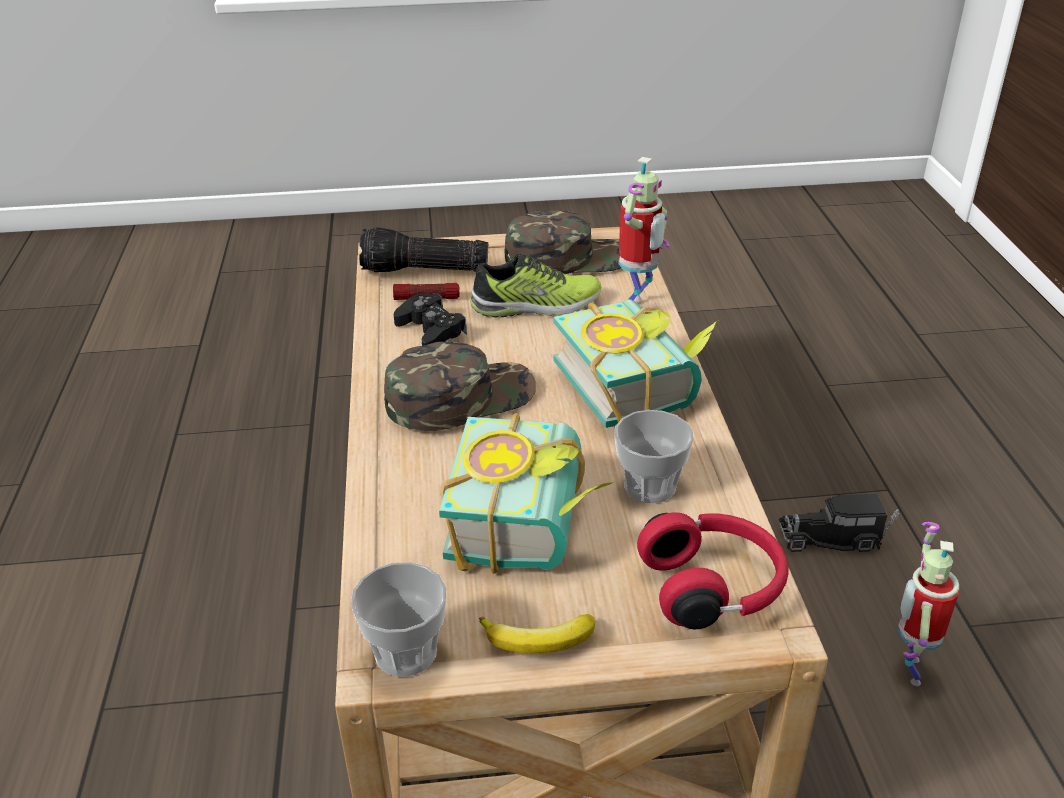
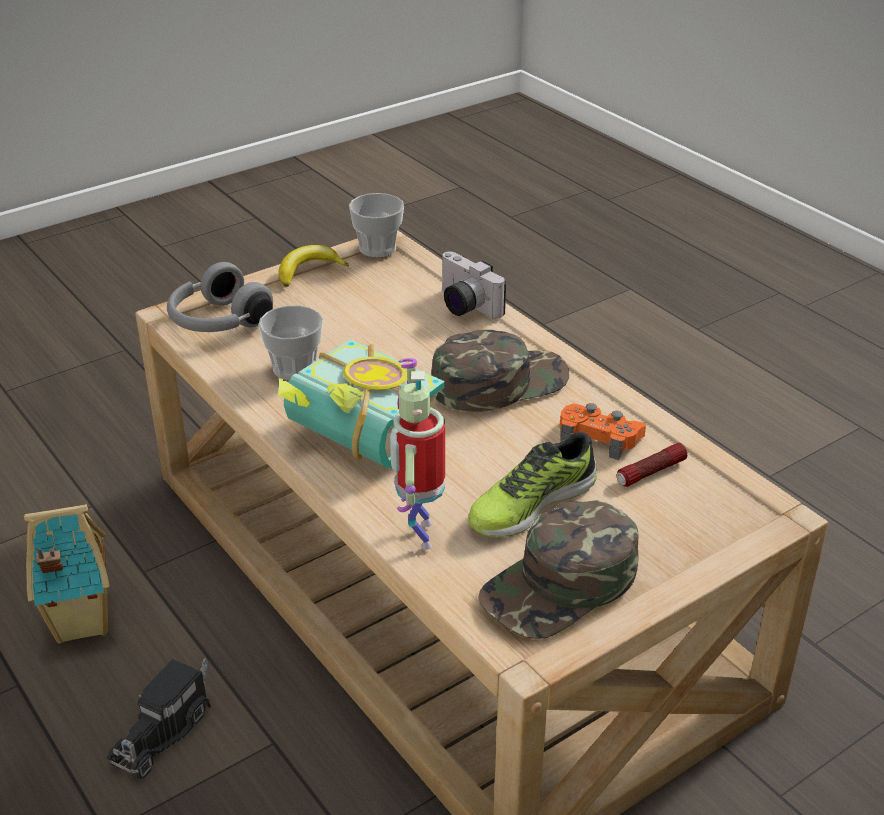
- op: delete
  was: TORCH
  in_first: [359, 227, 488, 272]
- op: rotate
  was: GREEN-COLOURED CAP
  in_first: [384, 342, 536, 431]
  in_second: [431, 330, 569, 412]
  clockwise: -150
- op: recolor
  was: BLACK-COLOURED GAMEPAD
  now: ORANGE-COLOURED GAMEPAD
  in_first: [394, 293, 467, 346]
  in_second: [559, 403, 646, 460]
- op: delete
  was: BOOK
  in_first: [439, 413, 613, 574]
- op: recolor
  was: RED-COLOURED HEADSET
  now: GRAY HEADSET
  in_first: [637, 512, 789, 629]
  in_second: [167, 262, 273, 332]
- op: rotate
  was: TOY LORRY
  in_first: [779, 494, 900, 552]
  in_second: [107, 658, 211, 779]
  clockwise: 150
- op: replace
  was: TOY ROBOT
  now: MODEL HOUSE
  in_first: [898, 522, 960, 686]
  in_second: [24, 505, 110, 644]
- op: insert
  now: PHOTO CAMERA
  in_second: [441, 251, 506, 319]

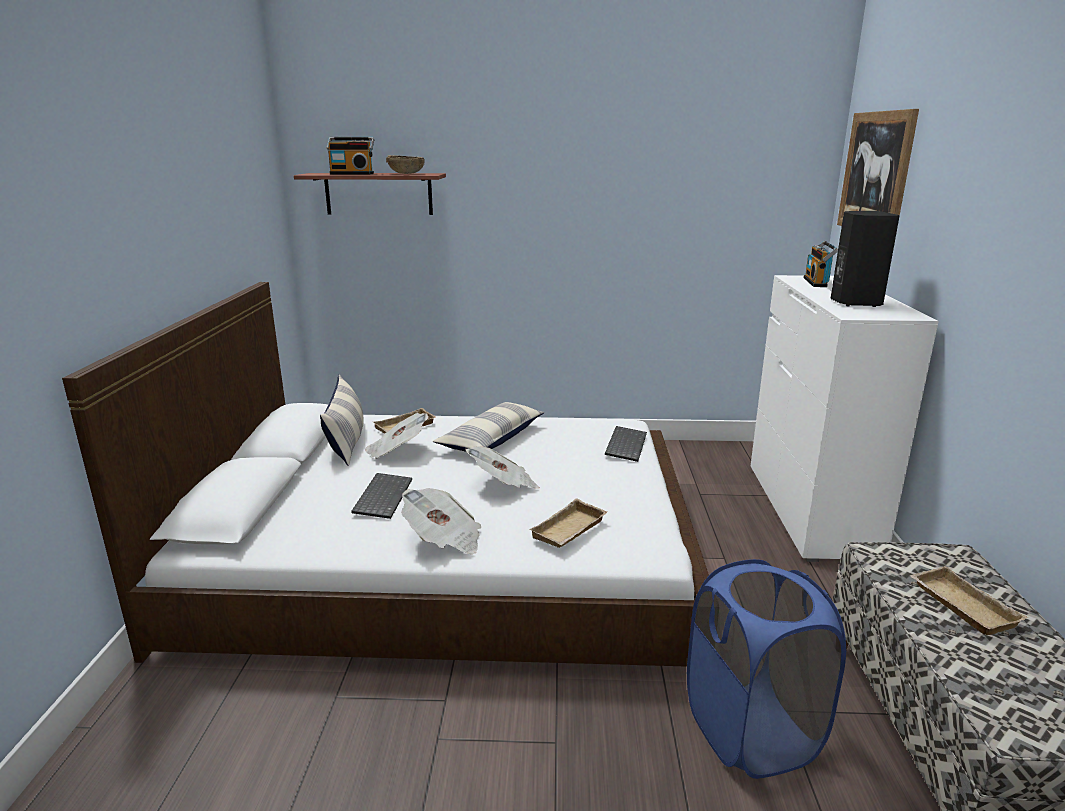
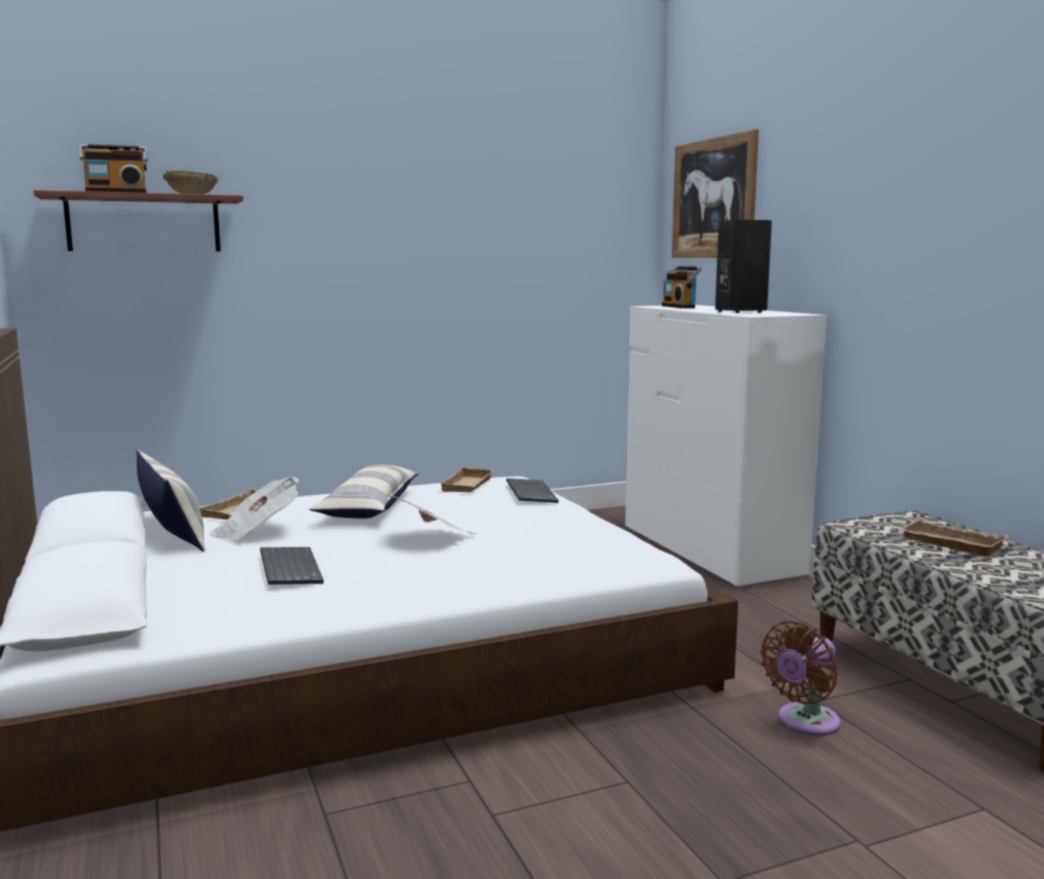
- op: delete
  was: NEWSPAPER
  in_first: [401, 488, 481, 554]
- op: move
  was: BEIGE TRAY
  in_first: [529, 498, 607, 548]
  in_second: [441, 466, 495, 492]
- op: replace
  was: BLUE WASHING BASKET
  now: BROWN COOLING FAN
  in_first: [687, 559, 846, 779]
  in_second: [761, 621, 841, 736]

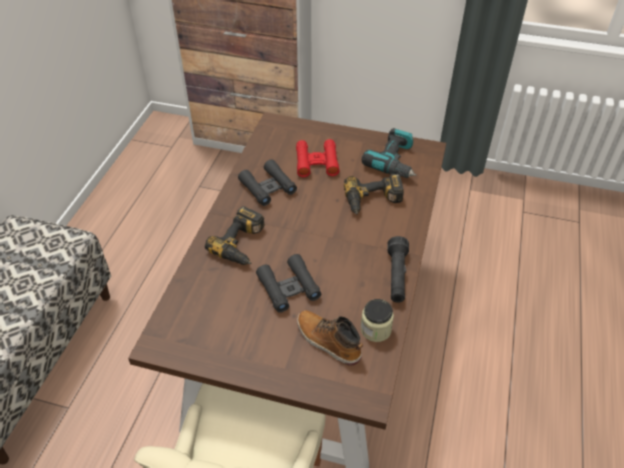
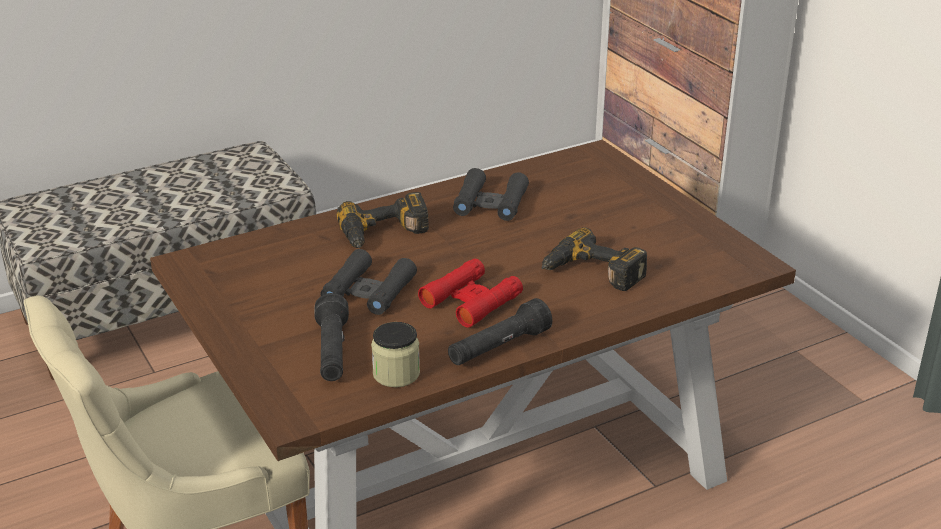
- op: move
  was: RED-COLOURED PAIR OF BINOCULARS
  in_first: [296, 139, 340, 177]
  in_second: [418, 259, 523, 328]
- op: replace
  was: TALL BOOT
  now: BLACK-COLOURED TORCH
  in_first: [297, 310, 363, 366]
  in_second: [314, 293, 349, 381]
- op: delete
  was: ELECTRIC DRILL
  in_first: [362, 128, 416, 178]

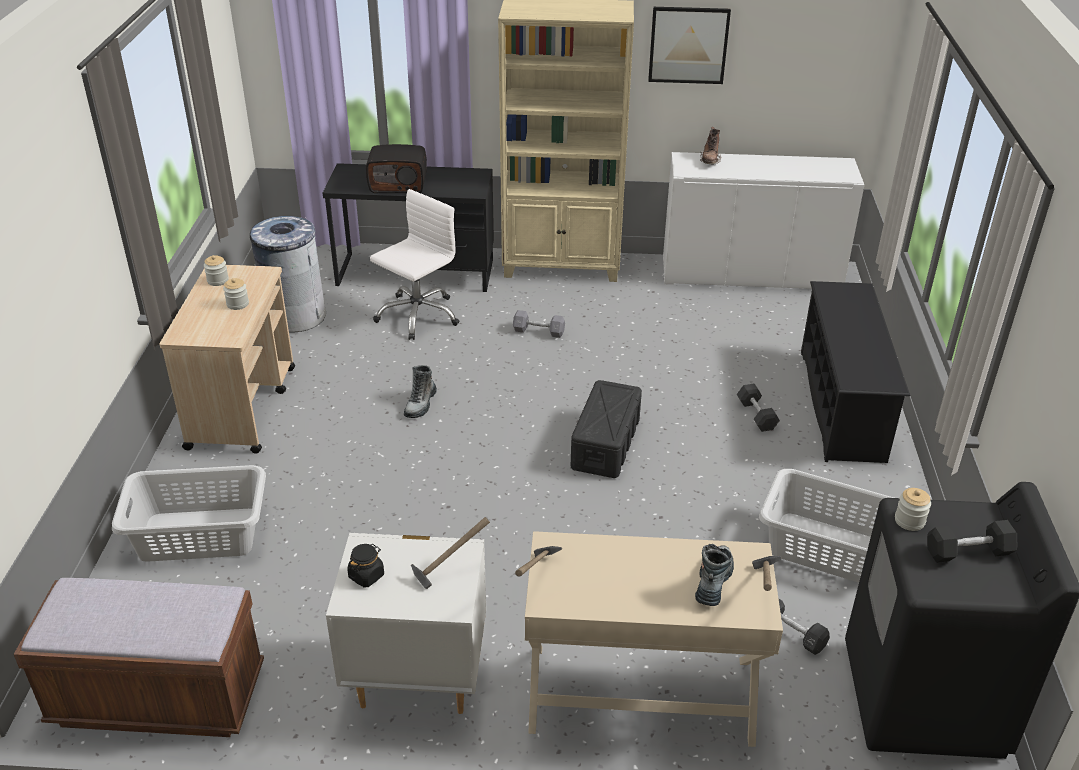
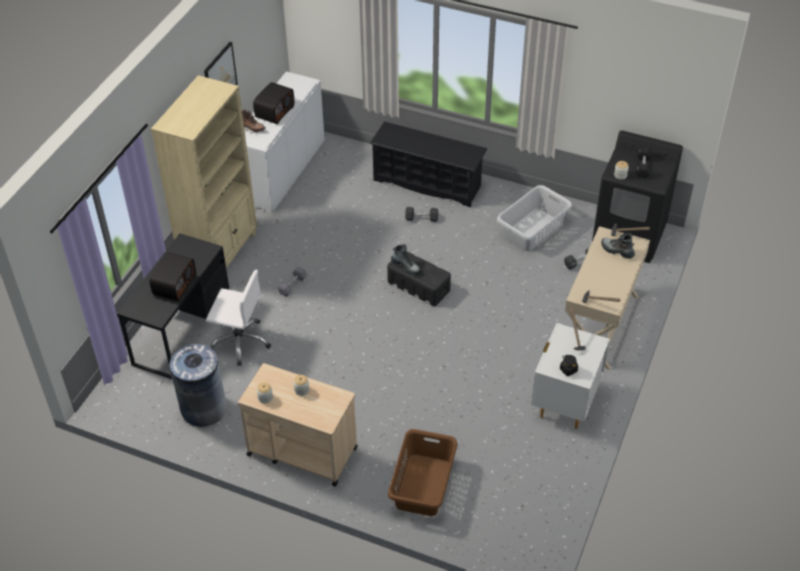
- op: delete
  was: BROWN LONG SEAT
  in_first: [14, 578, 264, 737]
- op: recolor
  was: GRAY WASHING BASKET
  now: BROWN WASHING BASKET
  in_first: [112, 465, 266, 562]
  in_second: [388, 429, 457, 516]
- op: rotate
  was: WHITE COMPUTER CHAIR
  in_first: [370, 189, 459, 340]
  in_second: [206, 270, 271, 366]
  clockwise: 135
- op: move
  was: TALL BOOT
  in_first: [404, 365, 437, 418]
  in_second: [391, 244, 421, 275]
- op: insert
  now: RADIO
  in_second: [253, 82, 294, 124]

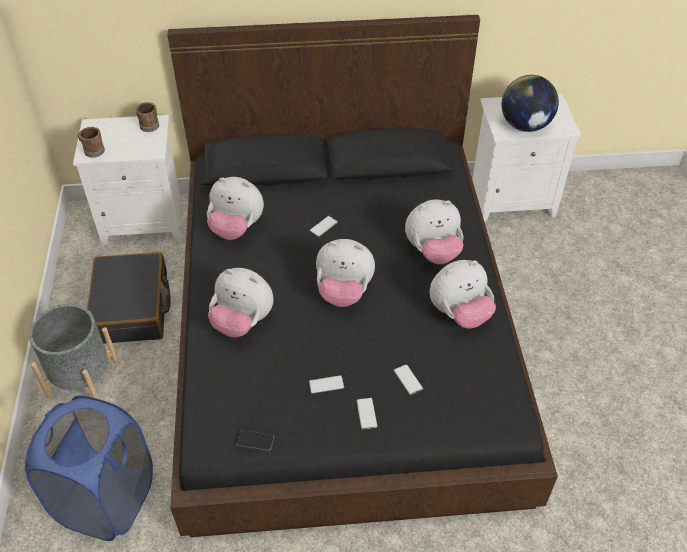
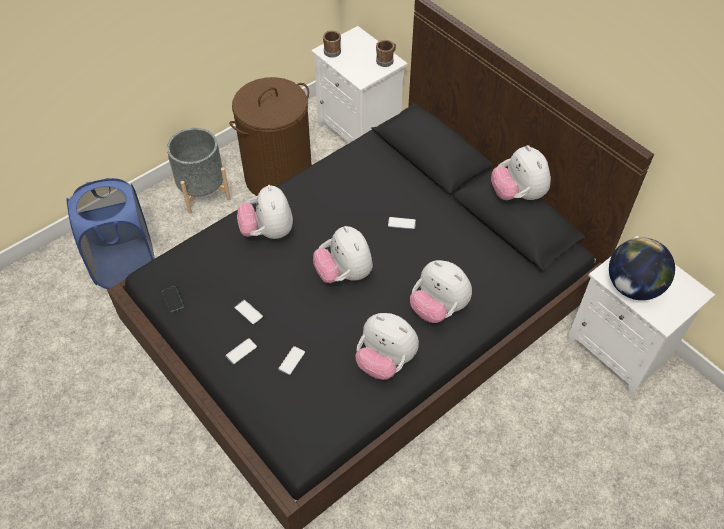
- op: replace
  was: BLACK-COLOURED PIECE OF LUGGAGE
  now: BROWN WASHING BASKET
  in_first: [87, 252, 171, 344]
  in_second: [229, 77, 312, 196]
- op: move
  was: PLUSH TOY
  in_first: [207, 177, 264, 240]
  in_second: [491, 145, 551, 200]

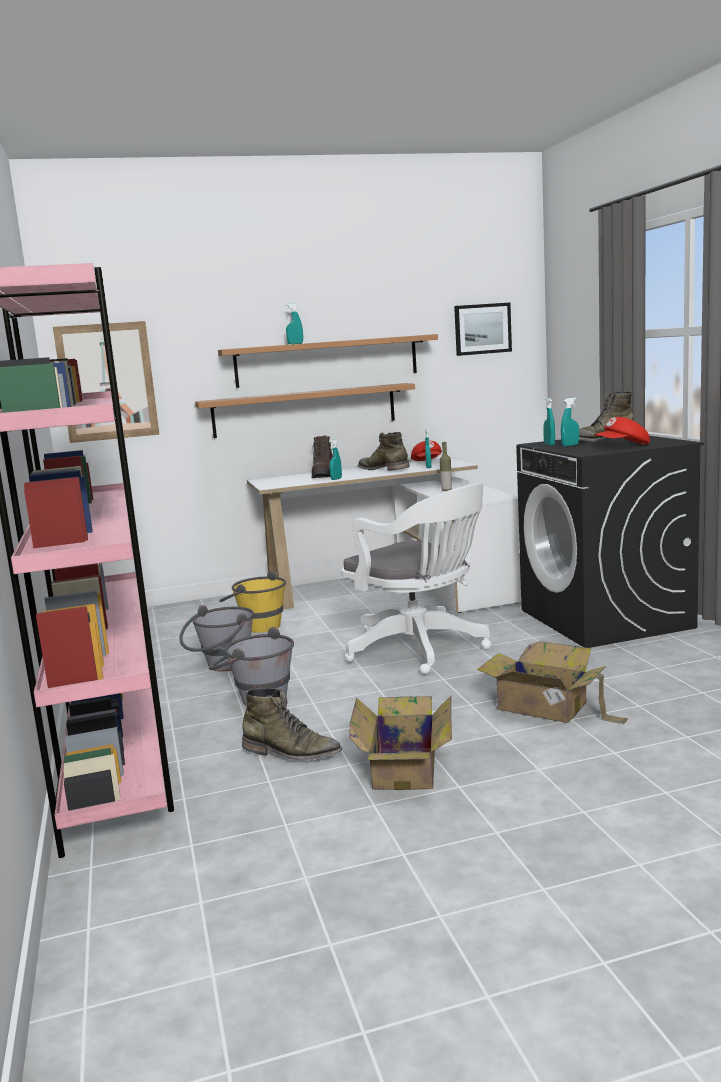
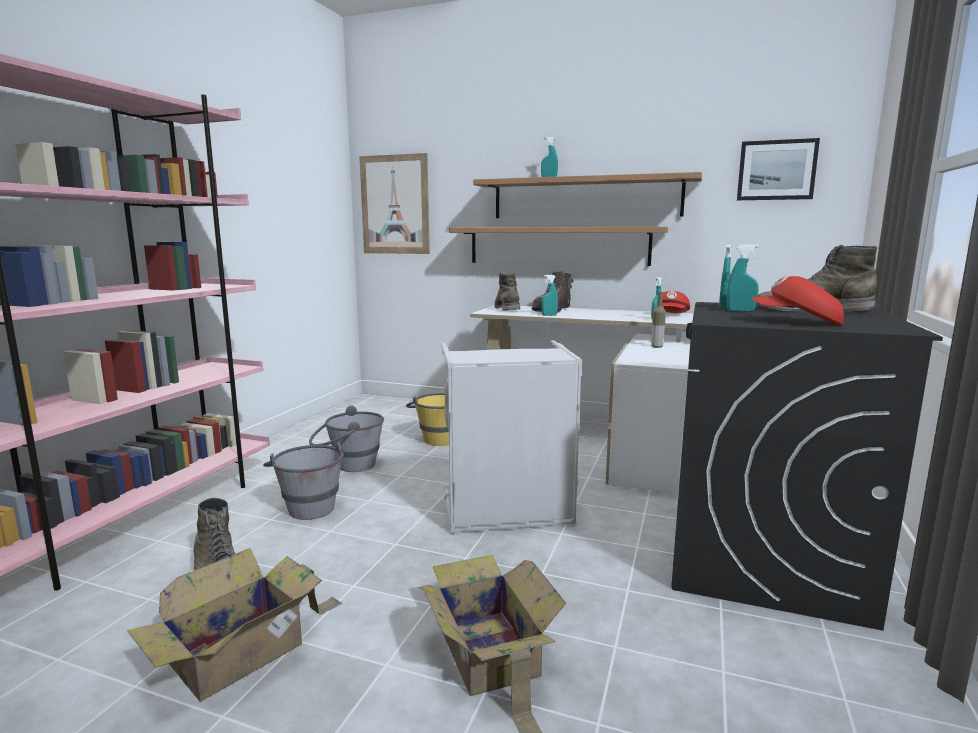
- op: replace
  was: WHITE COMPUTER CHAIR
  now: GRAY WASHING BASKET
  in_first: [341, 483, 491, 675]
  in_second: [441, 340, 582, 533]
- op: move
  was: GREEN-COLOURED TALL BOOT
  in_first: [358, 432, 410, 471]
  in_second: [494, 272, 521, 311]

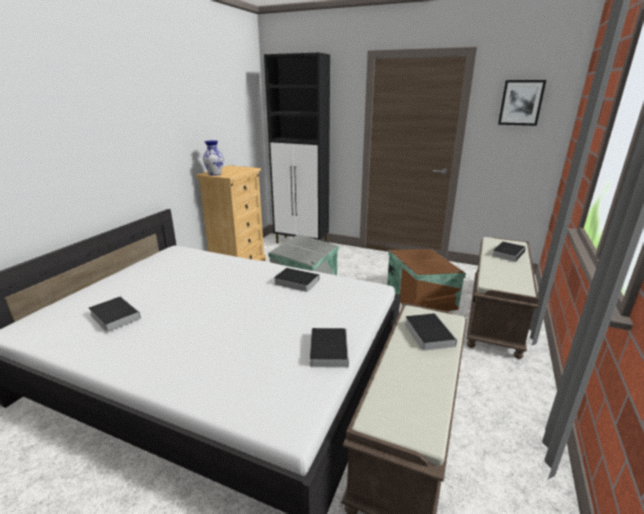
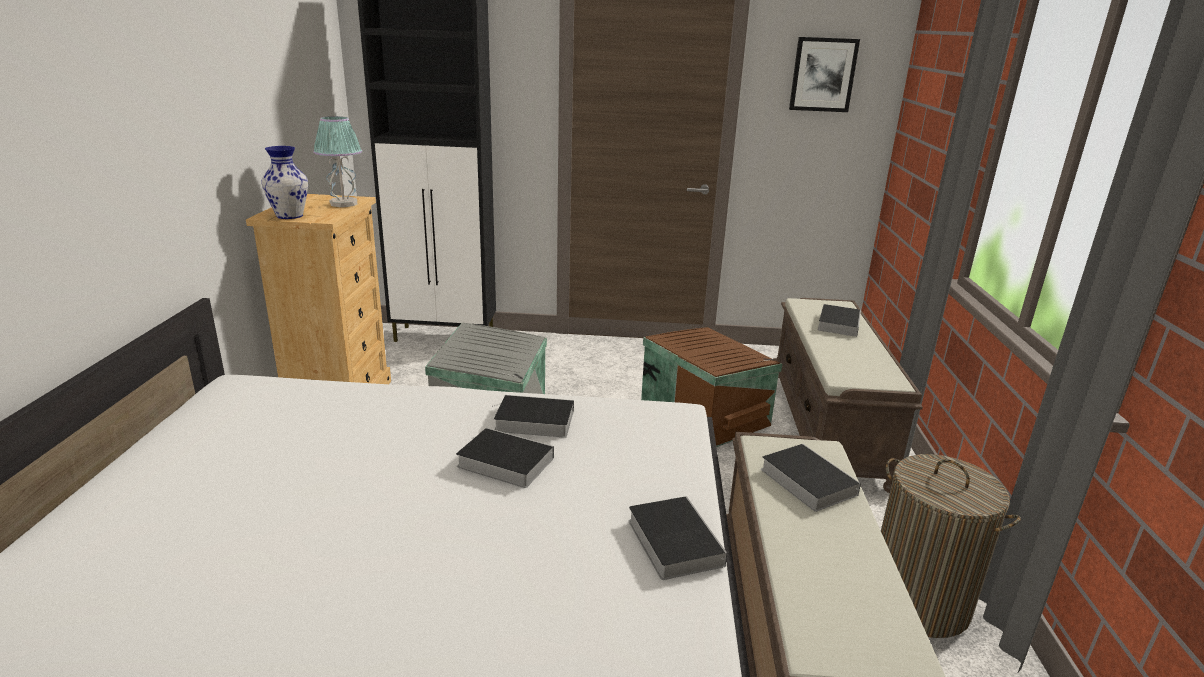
- op: move
  was: BOOK
  in_first: [88, 296, 141, 332]
  in_second: [456, 428, 554, 488]
- op: insert
  now: TABLETOP LAMP
  in_second: [313, 116, 362, 207]
- op: insert
  now: WASHING BASKET
  in_second: [881, 454, 1021, 638]

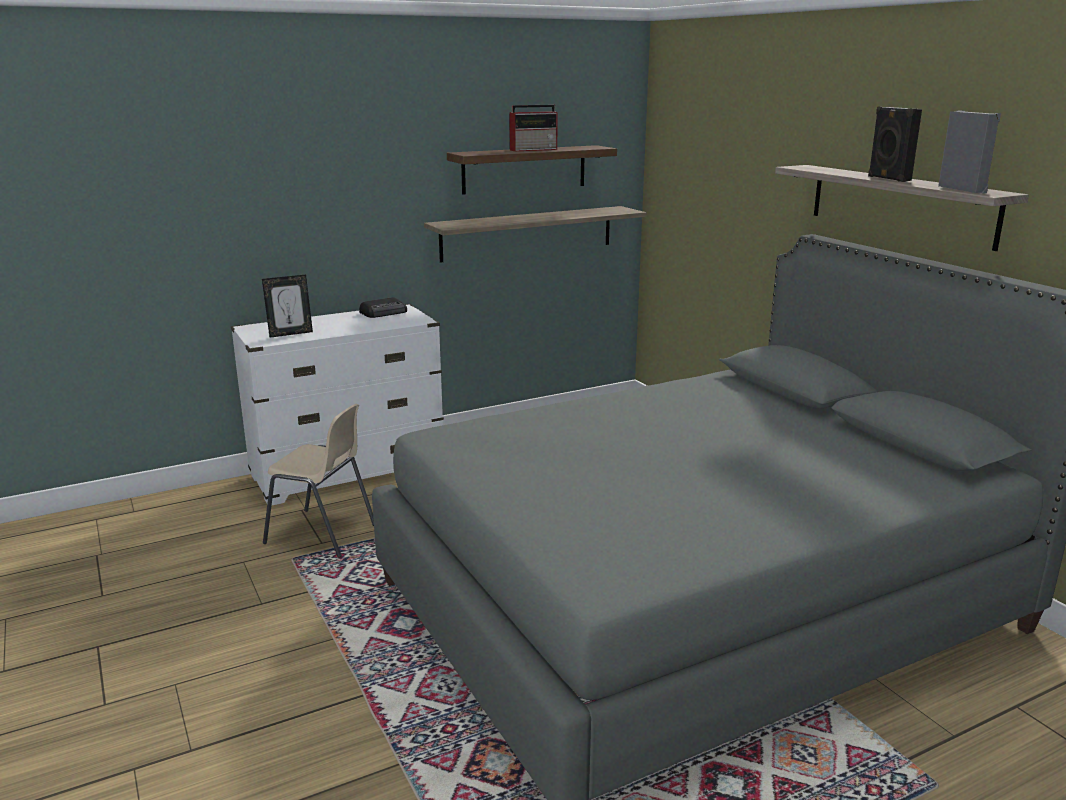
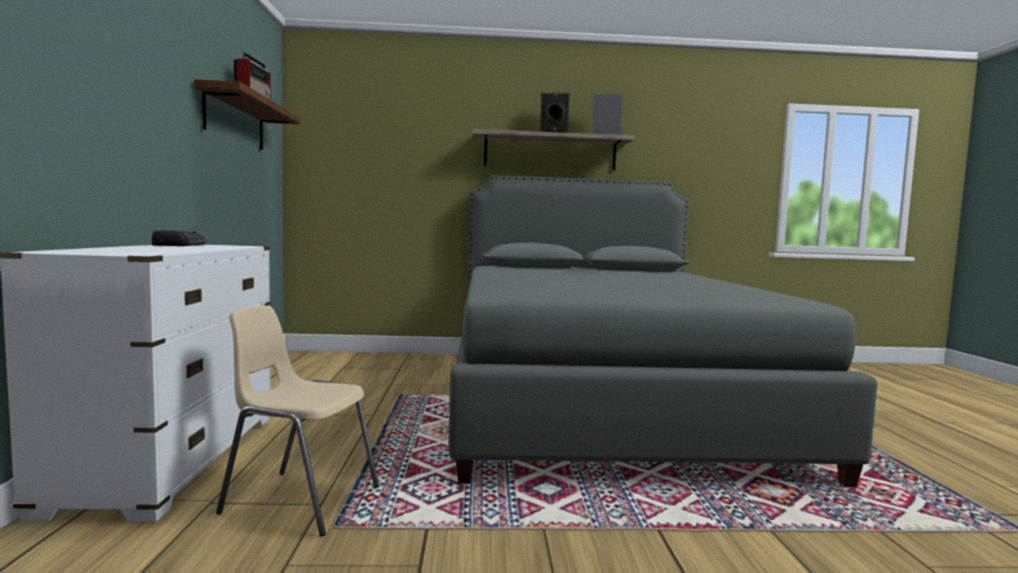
- op: delete
  was: STANDING FRAME
  in_first: [262, 275, 313, 338]
- op: rotate
  was: BEIGE CHAIR
  in_first: [263, 404, 374, 557]
  in_second: [216, 305, 379, 537]
  clockwise: -120
- op: delete
  was: SHELF
  in_first: [424, 206, 647, 263]

